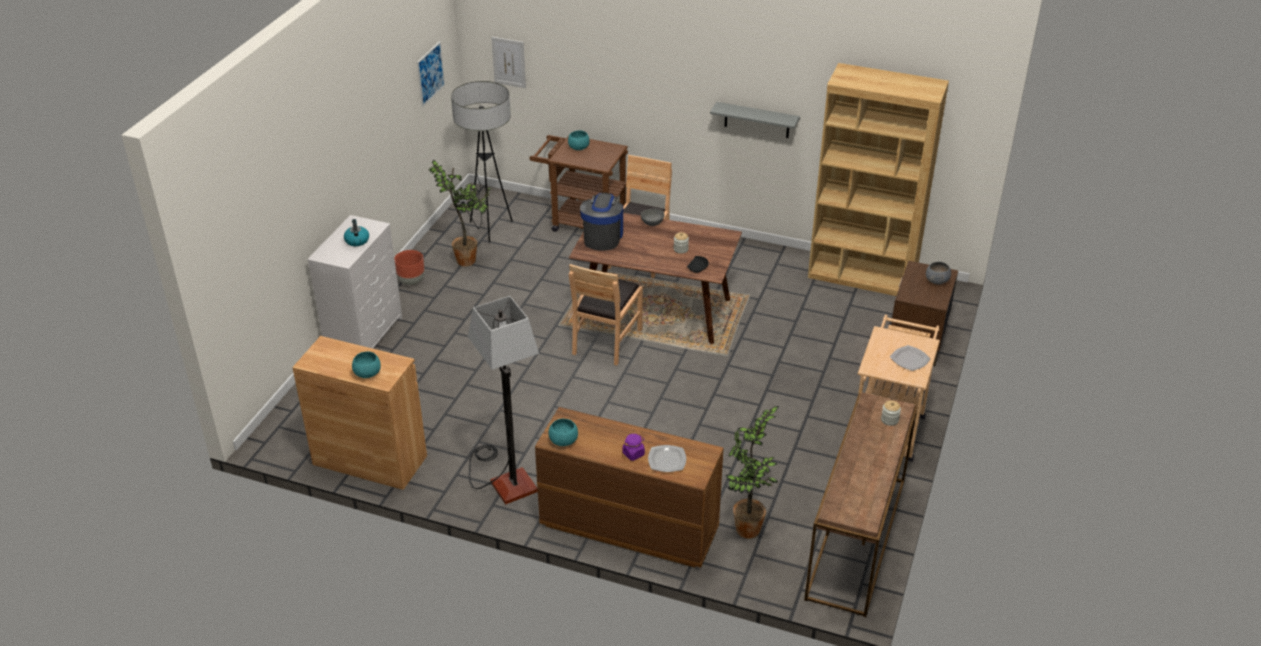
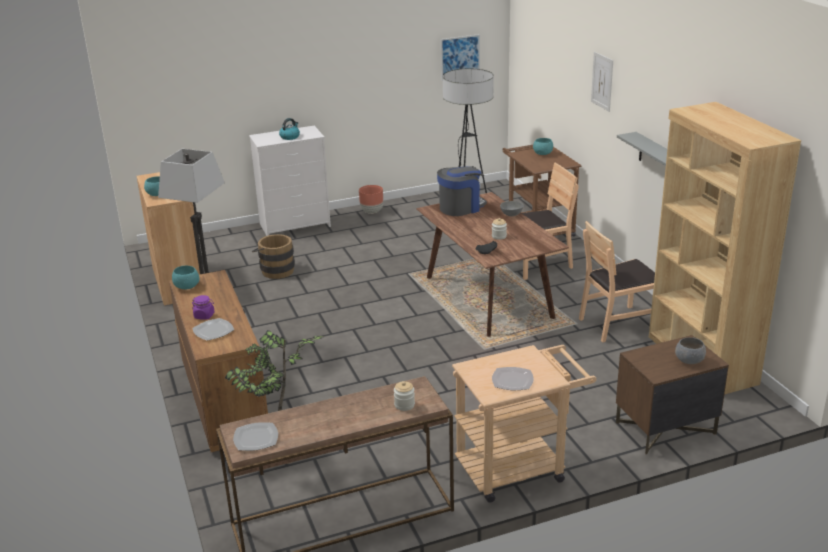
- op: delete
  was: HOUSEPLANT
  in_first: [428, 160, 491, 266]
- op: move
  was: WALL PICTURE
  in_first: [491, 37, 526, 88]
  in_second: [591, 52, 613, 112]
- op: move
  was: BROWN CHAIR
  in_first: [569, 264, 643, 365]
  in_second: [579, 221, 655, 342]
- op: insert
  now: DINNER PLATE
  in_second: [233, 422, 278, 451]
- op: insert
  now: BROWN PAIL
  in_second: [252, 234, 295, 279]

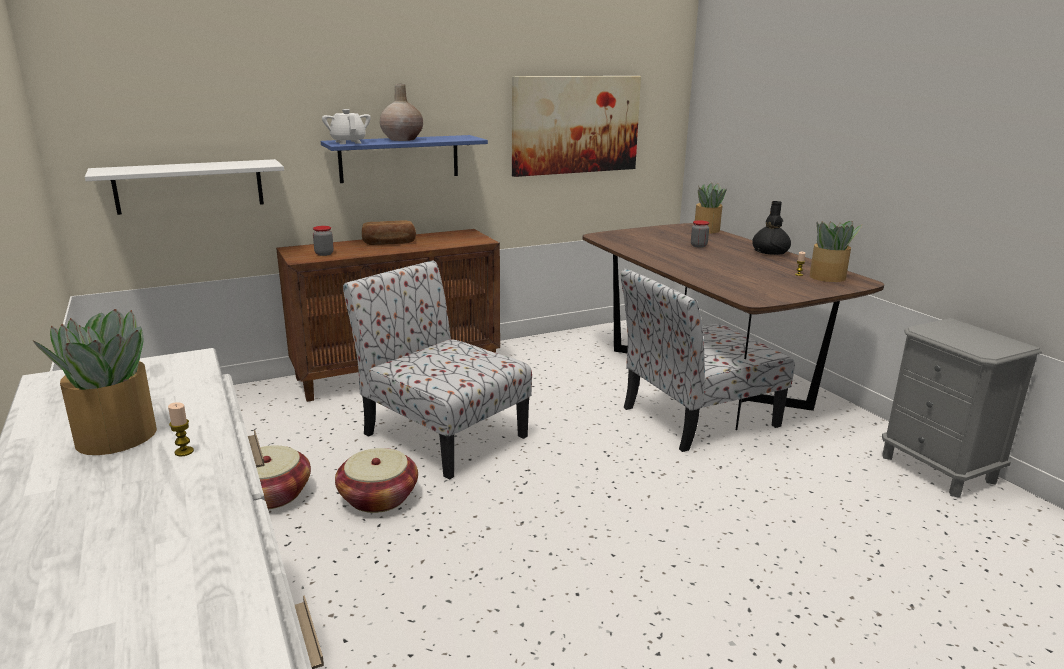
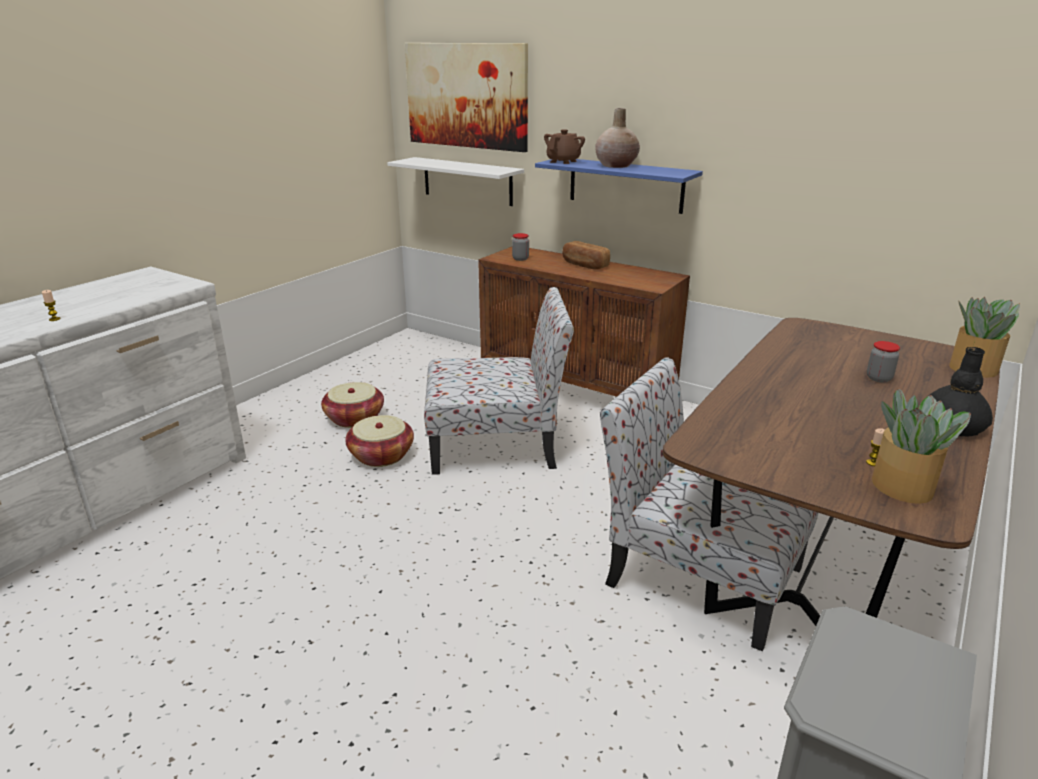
- op: delete
  was: HOUSEPLANT
  in_first: [33, 309, 157, 455]
- op: recolor
  was: WHITE POT FOR TEA
  now: BROWN POT FOR TEA
  in_first: [322, 109, 371, 144]
  in_second: [544, 129, 585, 164]
- op: rotate
  was: CHAIR
  in_first: [343, 261, 532, 480]
  in_second: [424, 287, 574, 475]
  clockwise: 75
- op: move
  was: WALL PICTURE
  in_first: [512, 76, 641, 177]
  in_second: [405, 43, 528, 152]

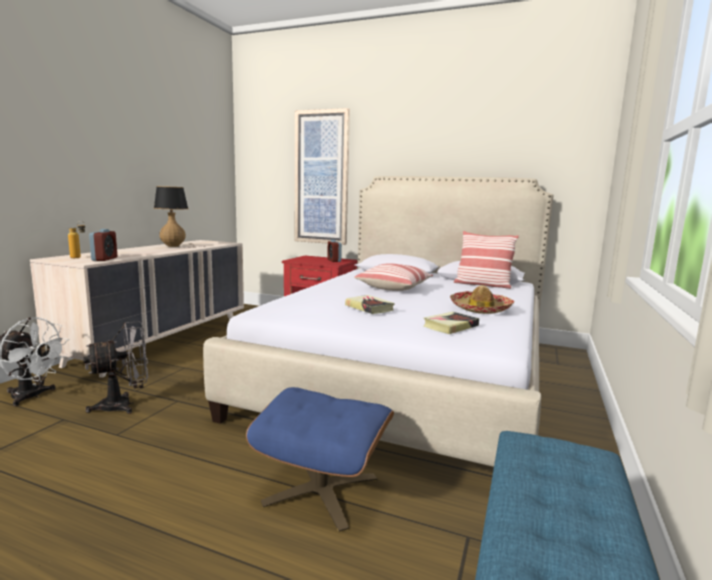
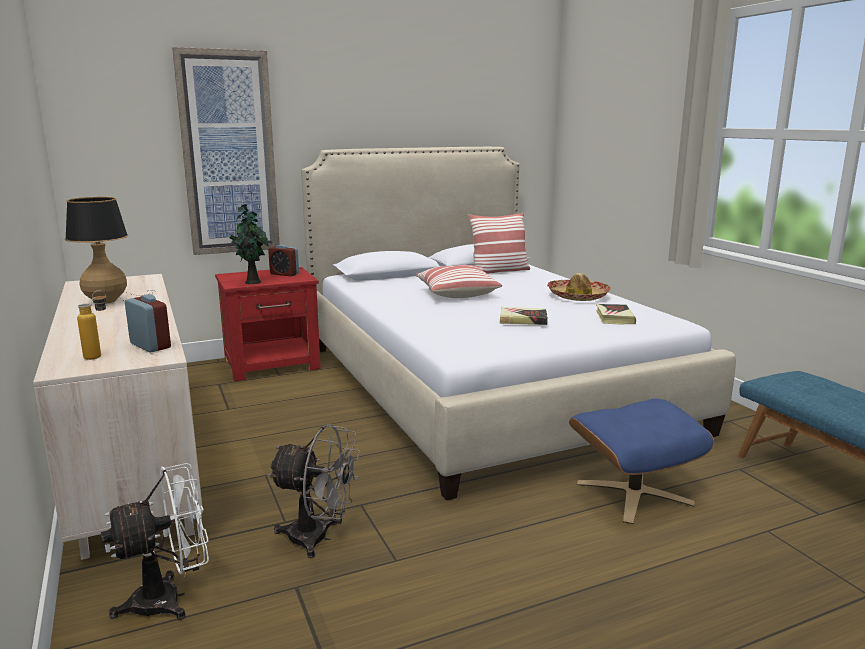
- op: rotate
  was: GRAY COOLING FAN
  in_first: [83, 321, 148, 414]
  in_second: [268, 424, 360, 558]
  clockwise: 90
- op: insert
  now: HOUSEPLANT
  in_second: [230, 204, 269, 284]

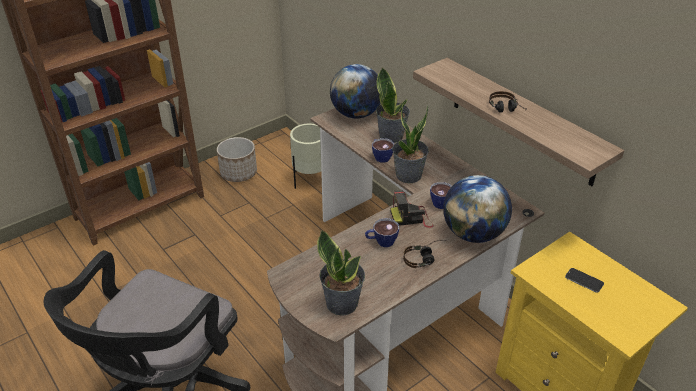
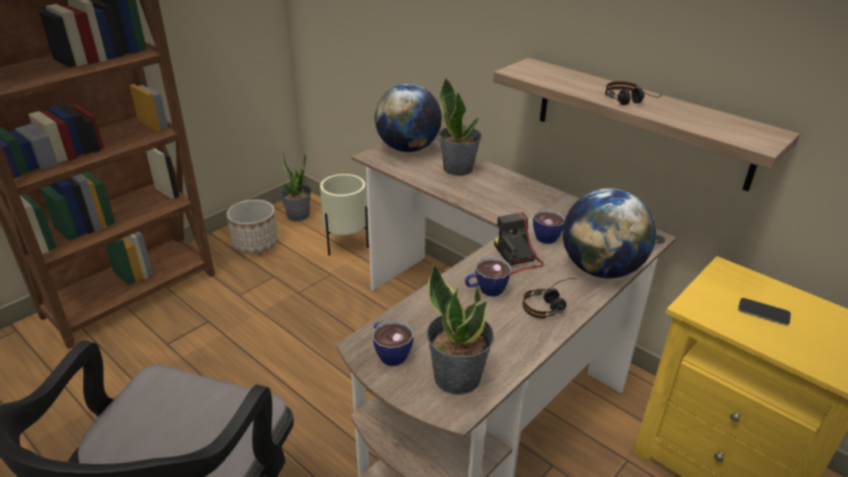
- op: move
  was: CUP
  in_first: [372, 138, 394, 163]
  in_second: [372, 320, 414, 366]
- op: rotate
  was: PHOTO CAMERA
  in_first: [390, 190, 433, 228]
  in_second: [494, 212, 543, 275]
  clockwise: 90
- op: move
  was: HOUSEPLANT
  in_first: [392, 103, 429, 183]
  in_second: [280, 151, 311, 221]

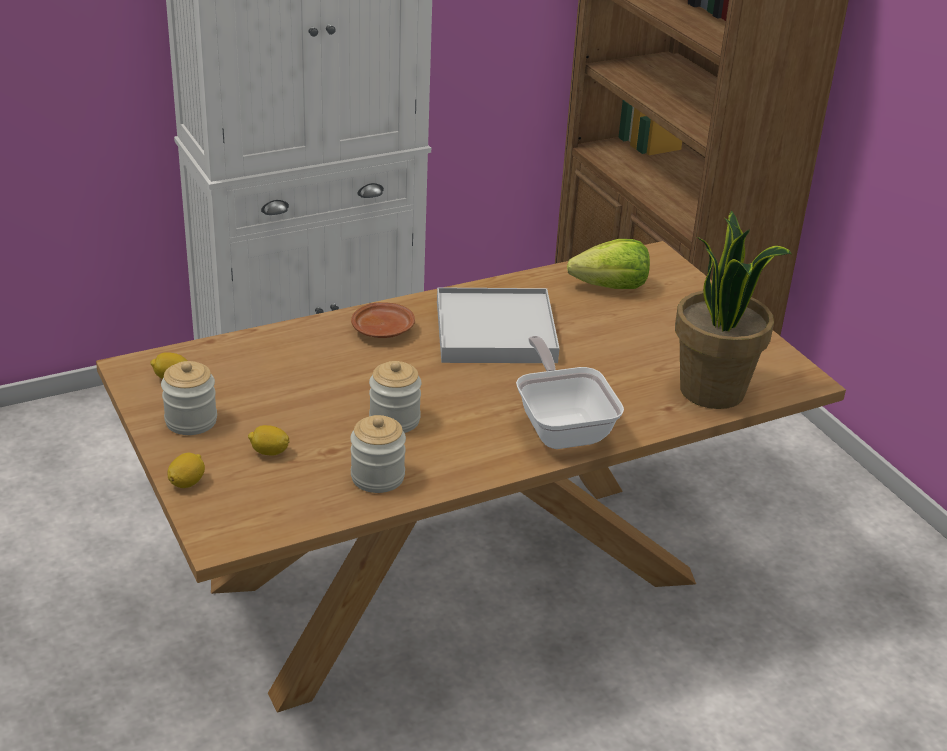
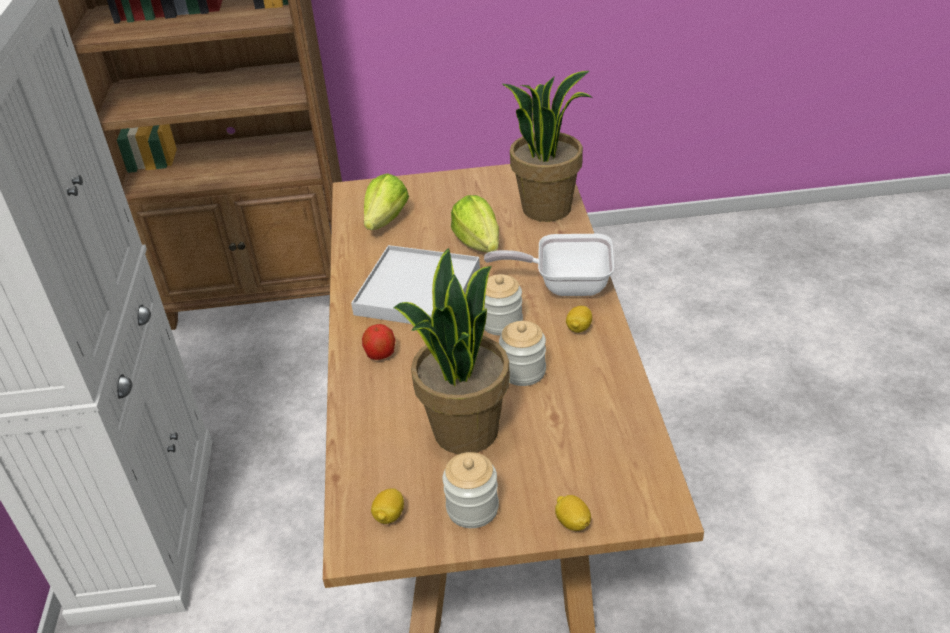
- op: move
  was: CITRUS FRUIT
  in_first: [248, 425, 290, 455]
  in_second: [566, 306, 592, 333]
- op: move
  was: STORAGE JAR
  in_first: [350, 415, 406, 493]
  in_second: [484, 274, 523, 336]
- op: replace
  was: BROWN DINNER PLATE
  now: APPLE FRUIT
  in_first: [351, 303, 415, 338]
  in_second: [362, 324, 395, 360]
- op: insert
  now: HOUSEPLANT
  in_second: [393, 248, 510, 454]
- op: insert
  now: LETTUCE HEAD
  in_second: [451, 195, 499, 252]

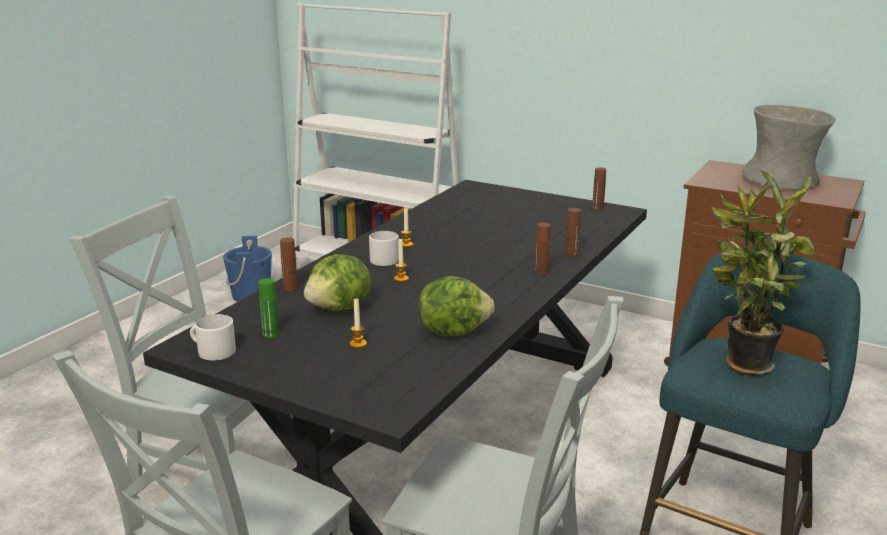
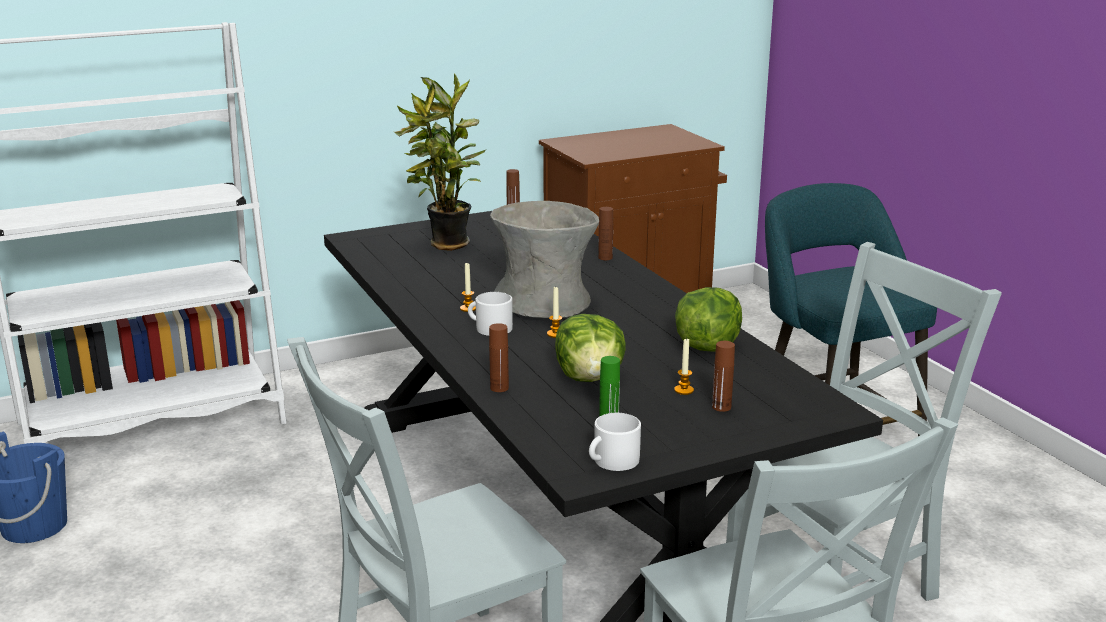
- op: move
  was: BROWN BEVERAGE BOTTLE
  in_first: [535, 222, 551, 274]
  in_second: [712, 341, 735, 412]
- op: move
  was: HOUSEPLANT
  in_first: [712, 171, 815, 375]
  in_second: [394, 73, 486, 251]
- op: move
  was: GRAY DECORATIVE VASE
  in_first: [742, 105, 836, 190]
  in_second: [490, 201, 599, 318]

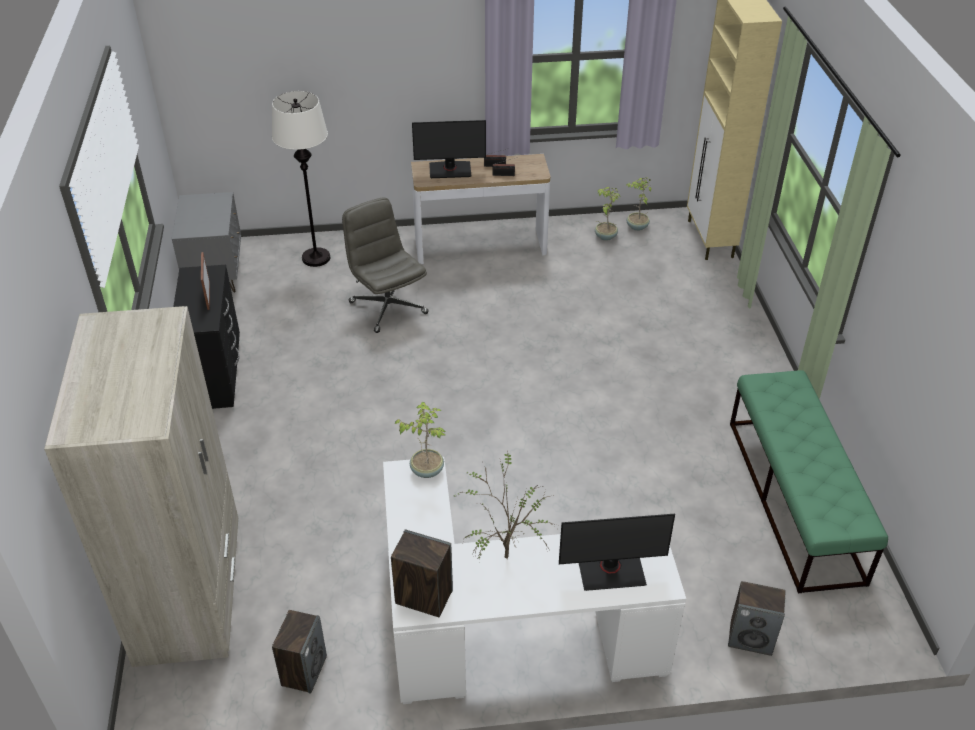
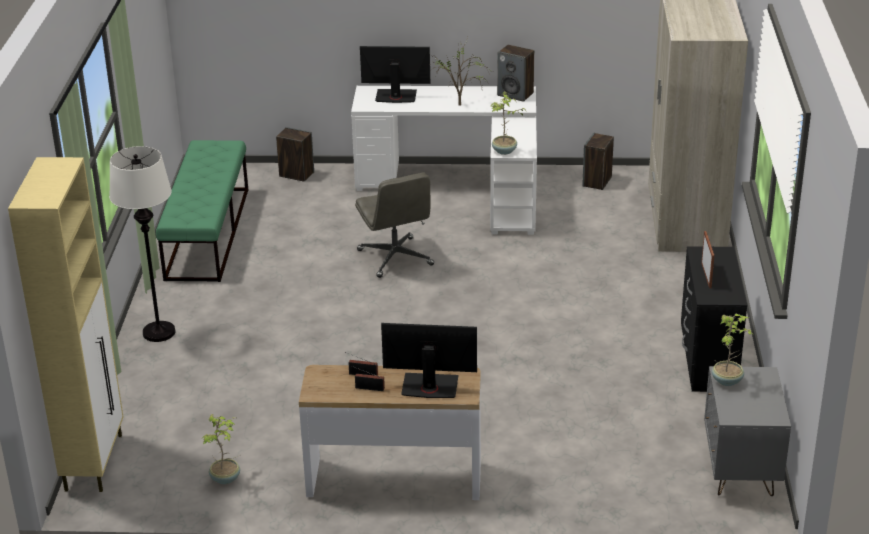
- op: move
  was: WHITE FLOOR LAMP
  in_first: [272, 91, 330, 267]
  in_second: [109, 146, 176, 342]
- op: move
  was: GRAY COMPUTER CHAIR
  in_first: [342, 198, 429, 333]
  in_second: [355, 173, 434, 278]
- op: move
  was: HOUSEPLANT
  in_first: [626, 177, 652, 231]
  in_second: [712, 314, 753, 386]

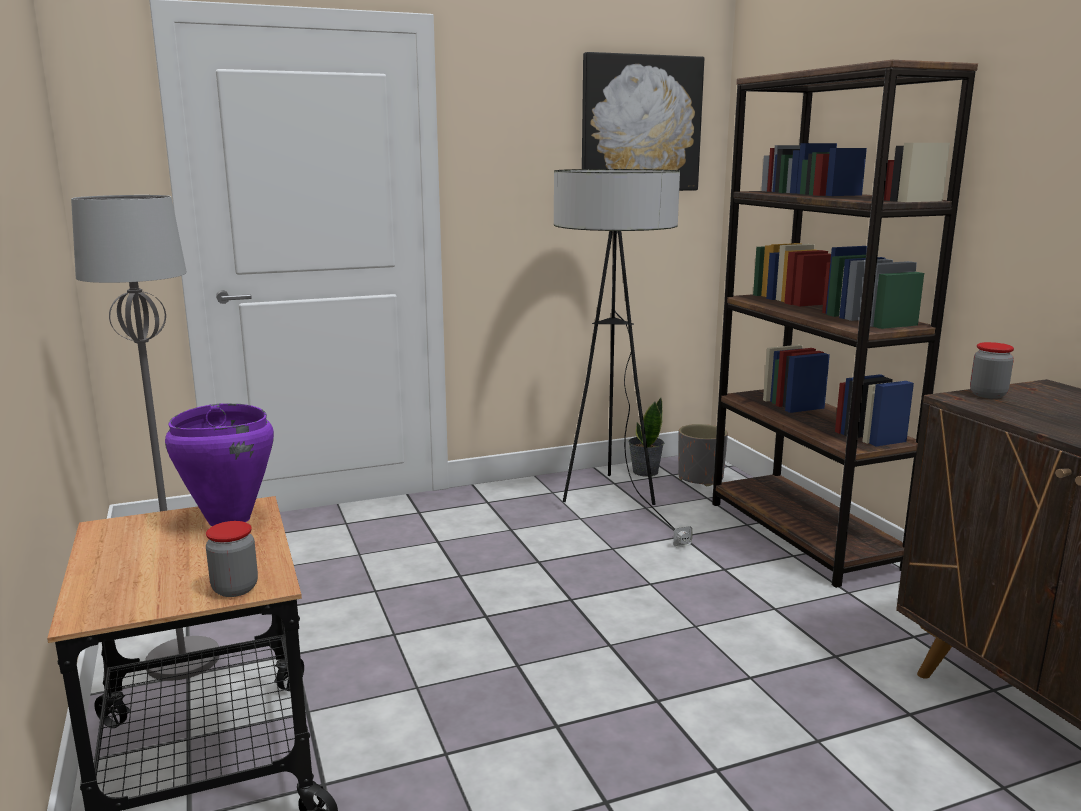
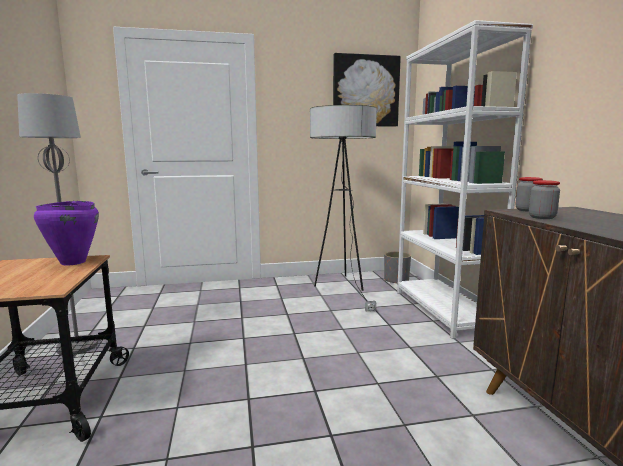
- op: move
  was: STORAGE JAR
  in_first: [206, 521, 258, 597]
  in_second: [529, 180, 560, 219]
- op: delete
  was: HOUSEPLANT
  in_first: [628, 398, 664, 477]
- op: recolor
  was: BROWN BOOKCASE
  now: WHITE BOOKCASE
  in_first: [712, 60, 978, 588]
  in_second: [397, 20, 533, 339]

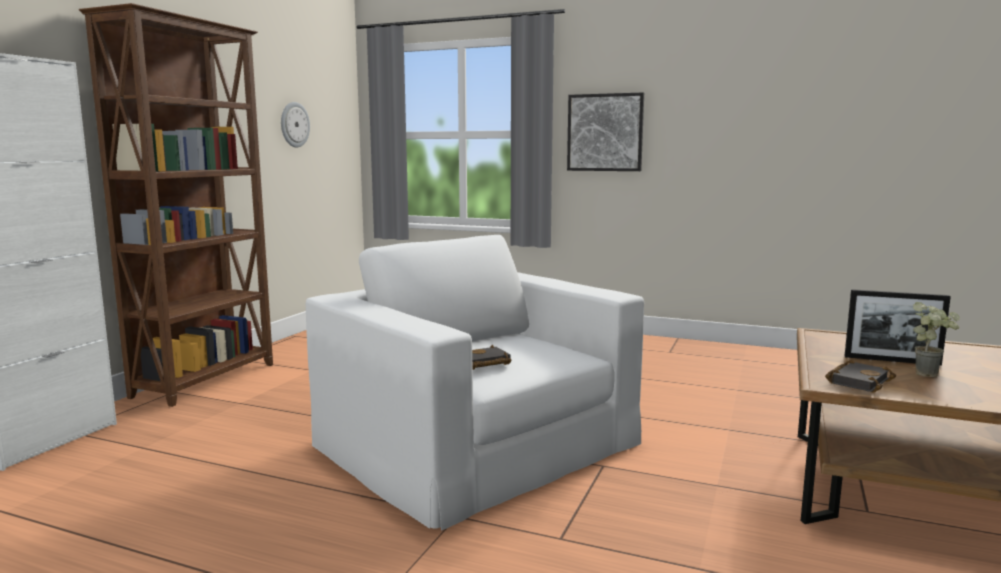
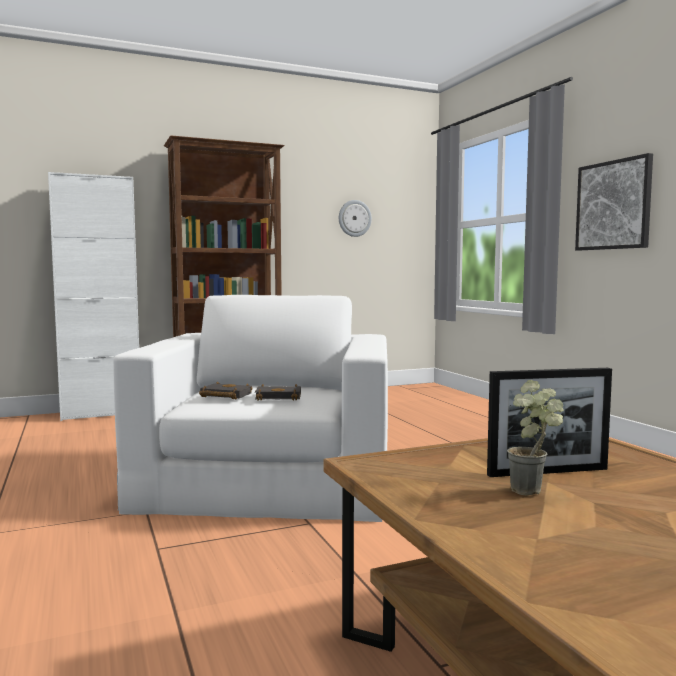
- op: move
  was: BLACK-COLOURED BOOK
  in_first: [825, 360, 896, 392]
  in_second: [255, 384, 301, 400]
- op: rotate
  was: STANDING FRAME
  in_first: [845, 289, 951, 366]
  in_second: [487, 368, 612, 477]
  clockwise: -75

